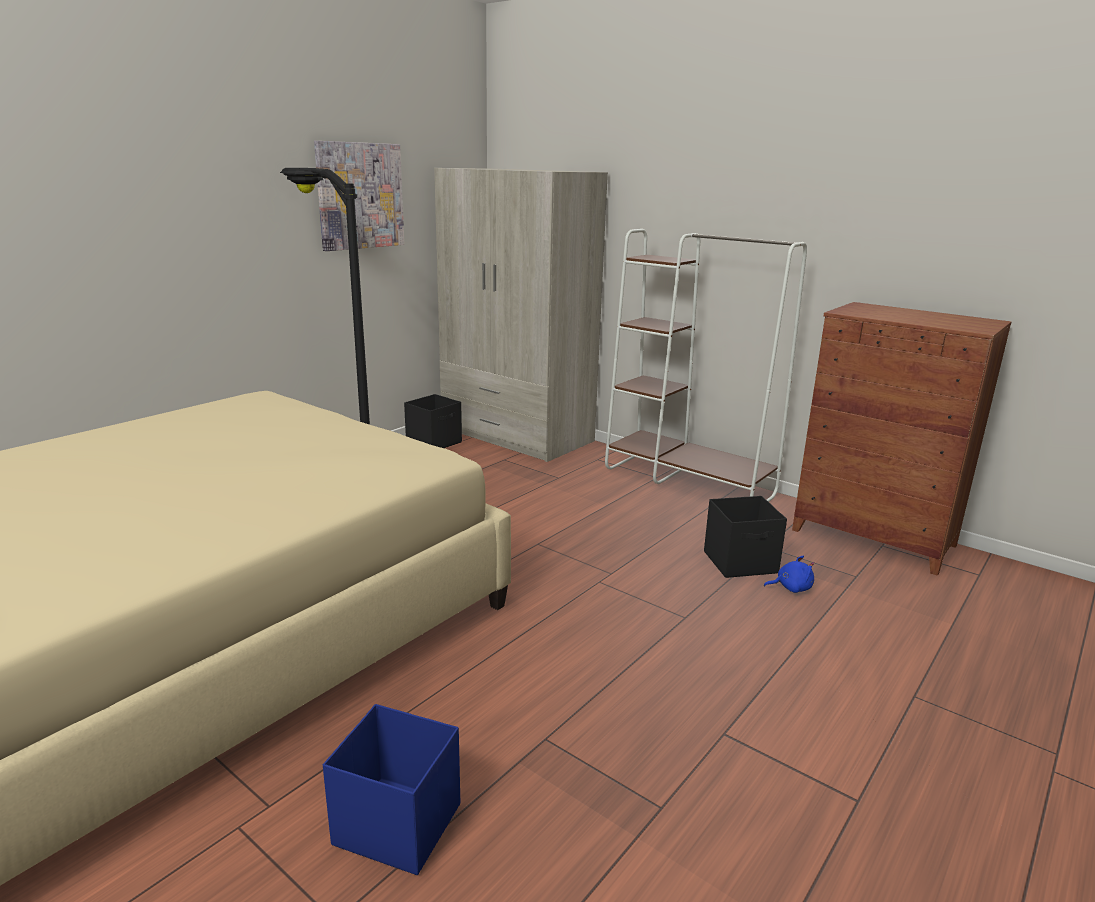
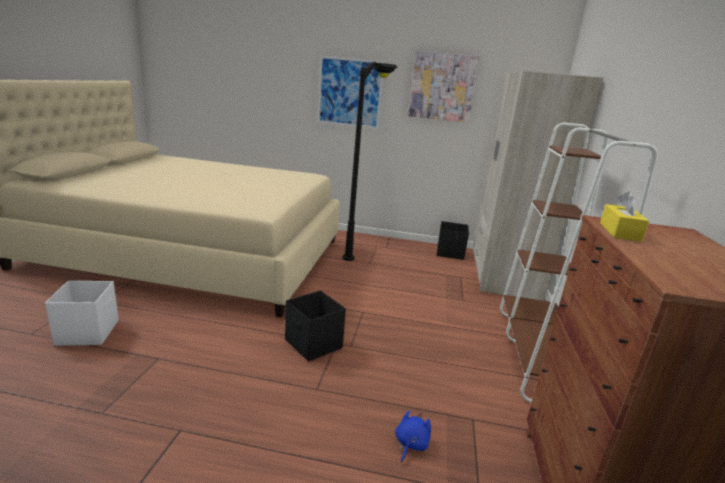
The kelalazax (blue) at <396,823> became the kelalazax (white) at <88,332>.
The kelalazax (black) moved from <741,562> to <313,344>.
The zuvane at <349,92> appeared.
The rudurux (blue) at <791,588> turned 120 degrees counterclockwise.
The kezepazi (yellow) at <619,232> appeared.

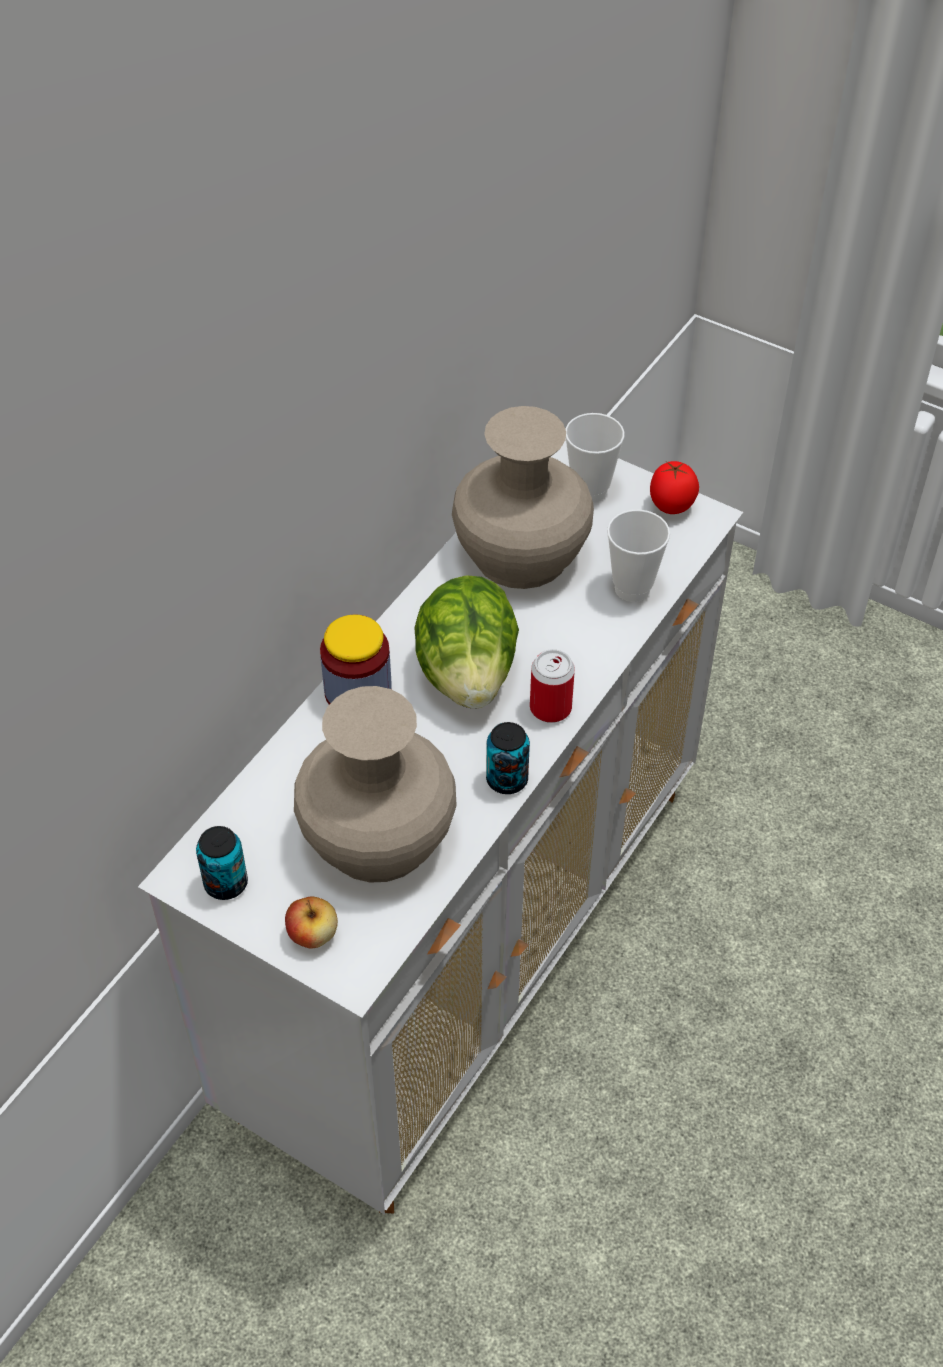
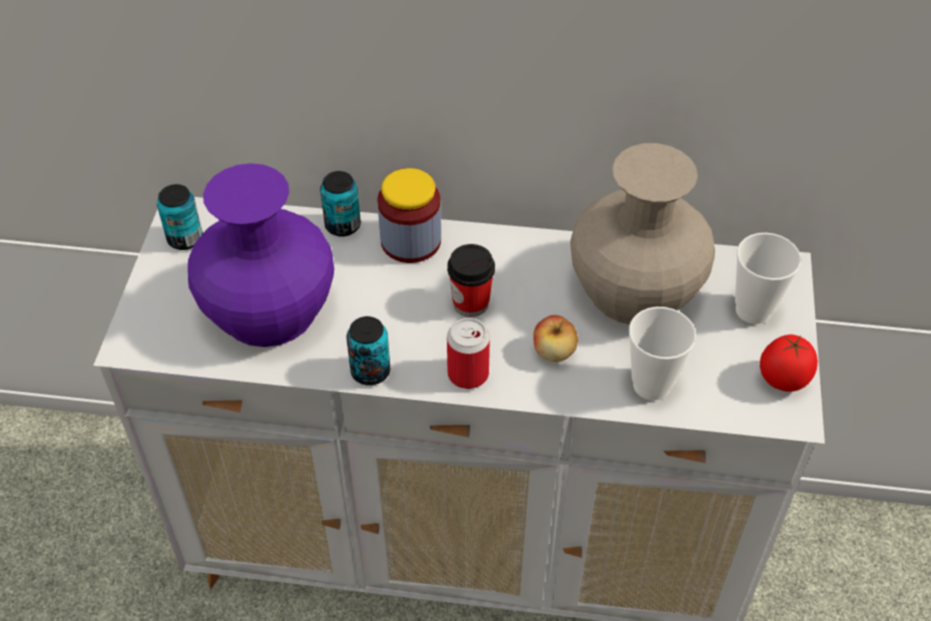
The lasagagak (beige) at <378,837> became the lasagagak (purple) at <269,309>.
The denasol at <343,225> appeared.
The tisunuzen at <467,674> was replaced by the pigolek at <470,303>.
The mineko moved from <313,935> to <554,352>.

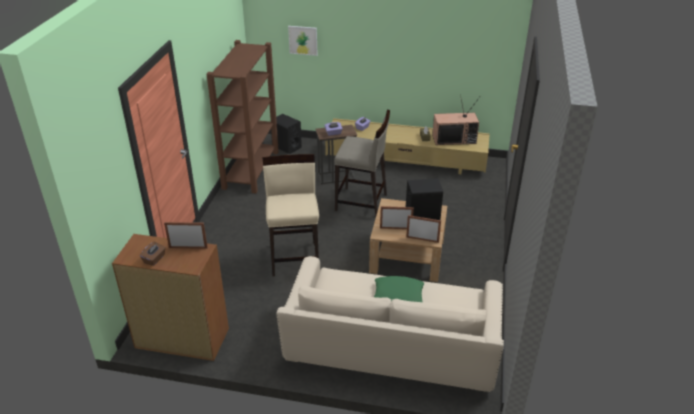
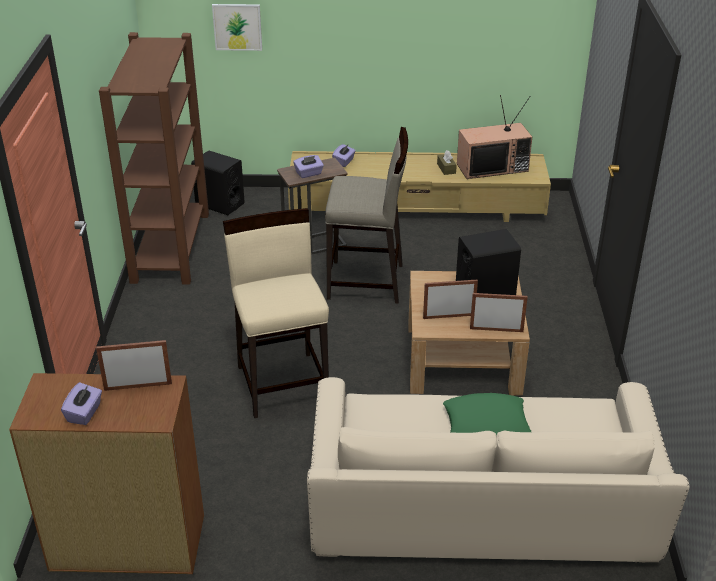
The kezepazi (brown) at <154,259> became the kezepazi (purple) at <84,413>.

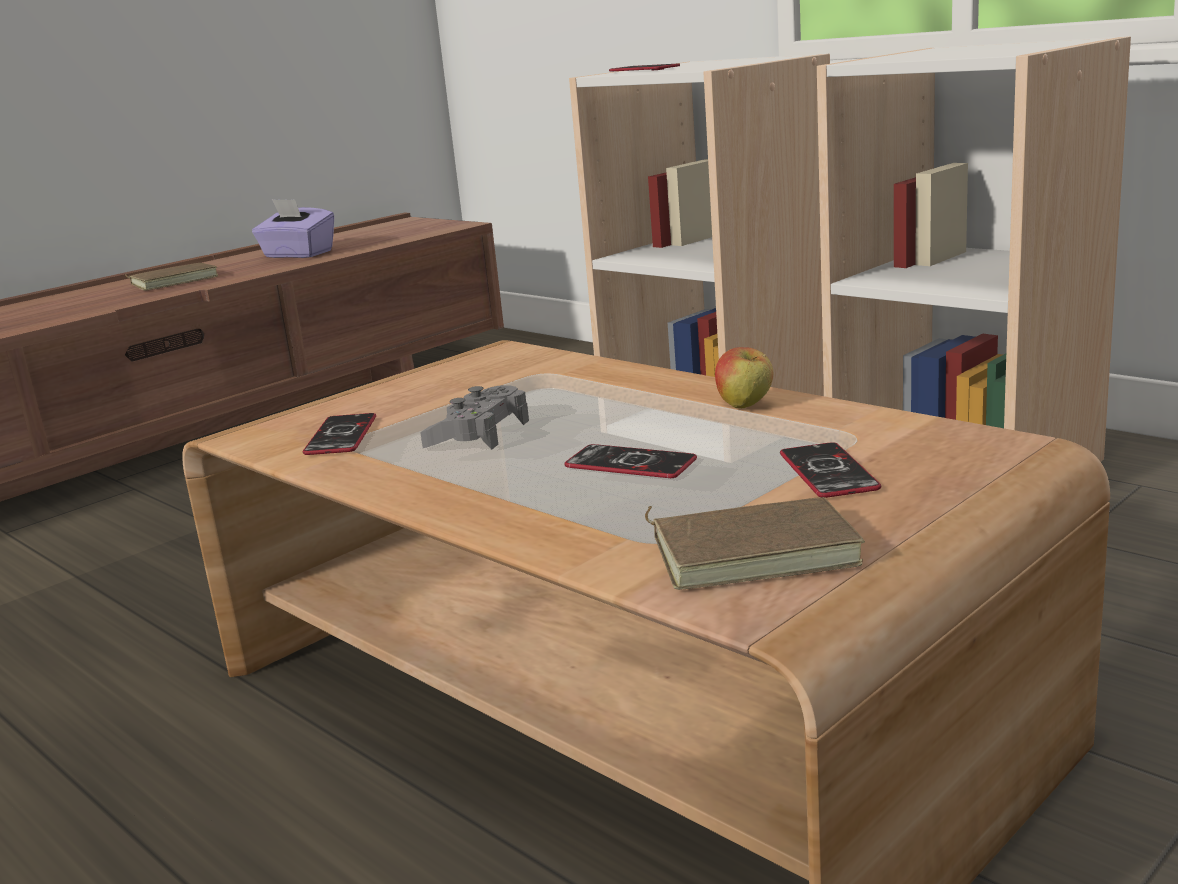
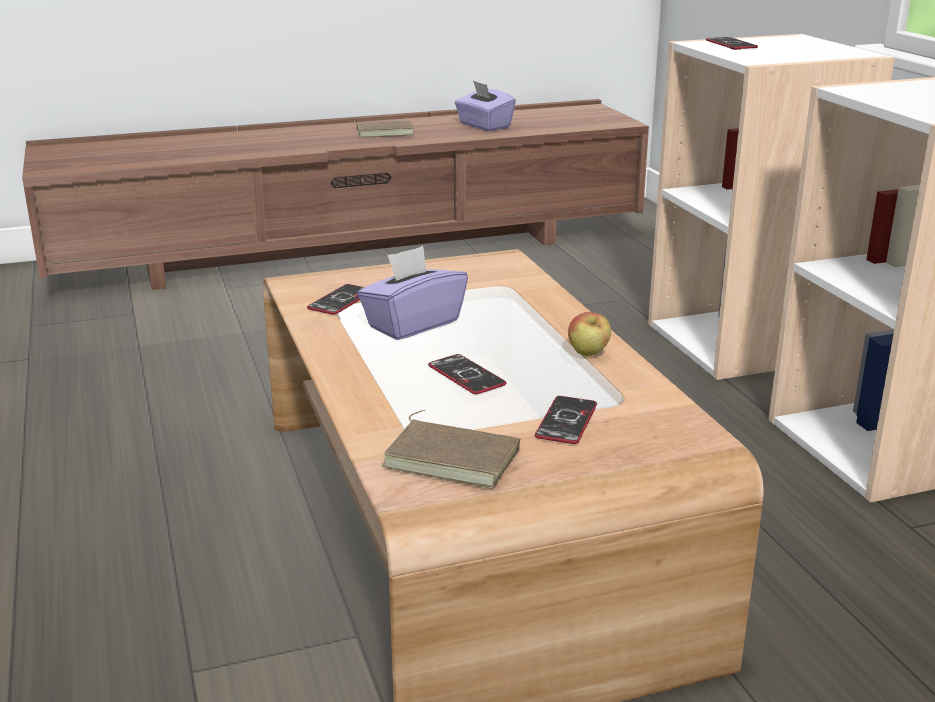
The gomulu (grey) at <478,434> was replaced by the kezepazi (purple) at <412,324>.

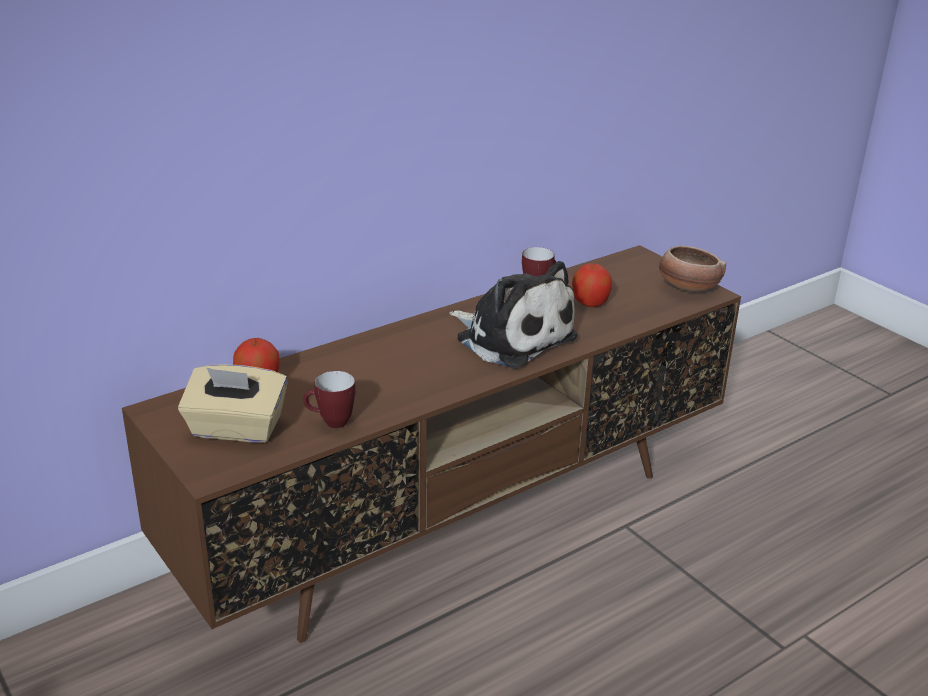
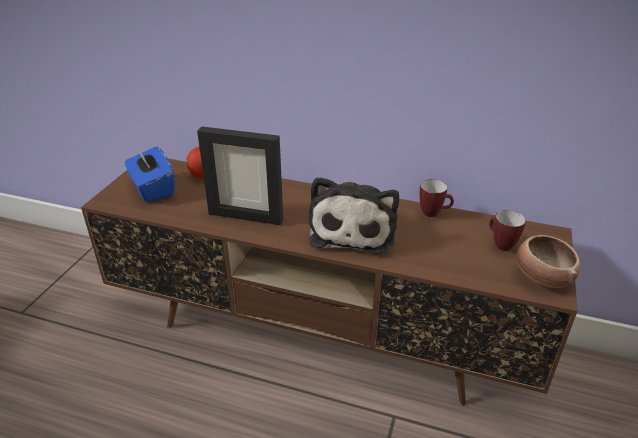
The kezepazi (beige) at <236,429> became the kezepazi (blue) at <152,189>.
The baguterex at <246,216> appeared.
The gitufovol moved from <330,423> to <500,244>.
The mineko at <590,303> disappeared.

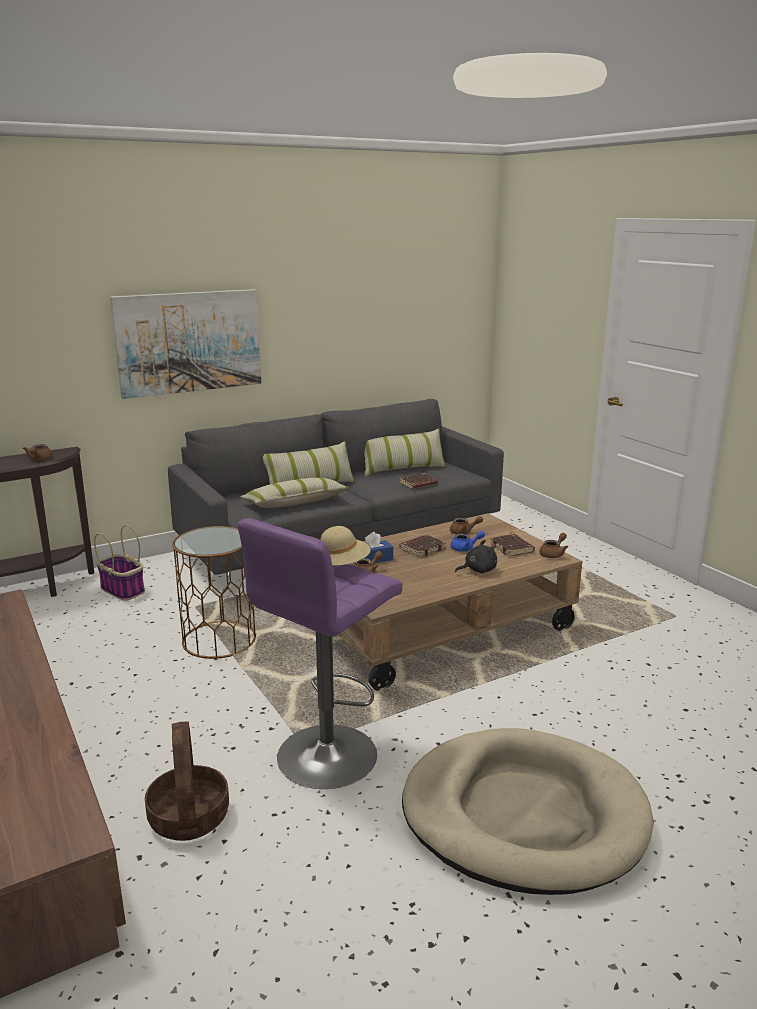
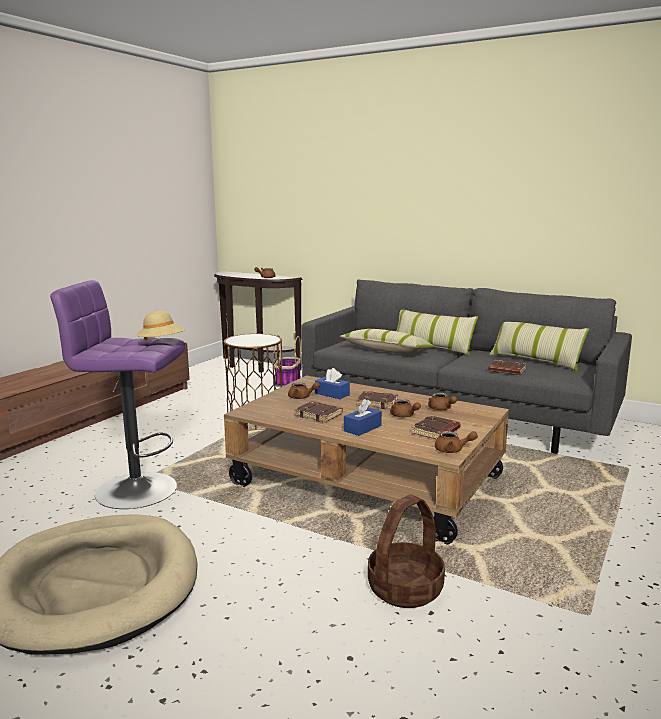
The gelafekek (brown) at <319,415> appeared.
The rudurux (black) at <478,570> was replaced by the kezepazi (blue) at <362,428>.
The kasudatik moved from <189,817> to <405,589>.
The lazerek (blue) at <465,548> became the lazerek (brown) at <404,416>.
The zuvane at <189,342> disappeared.

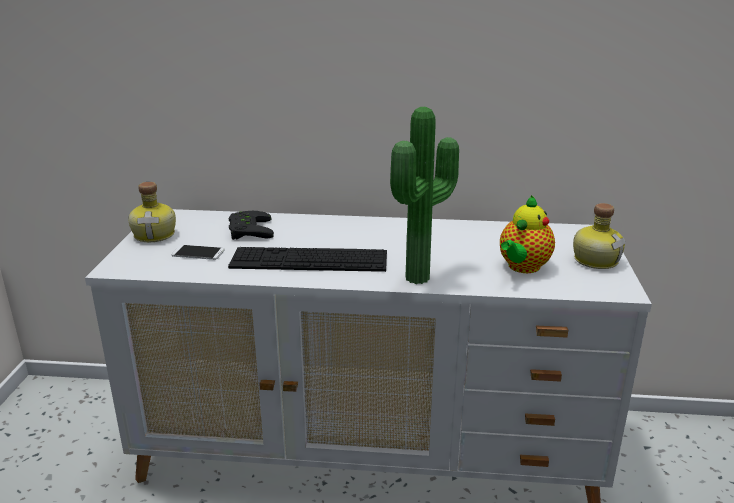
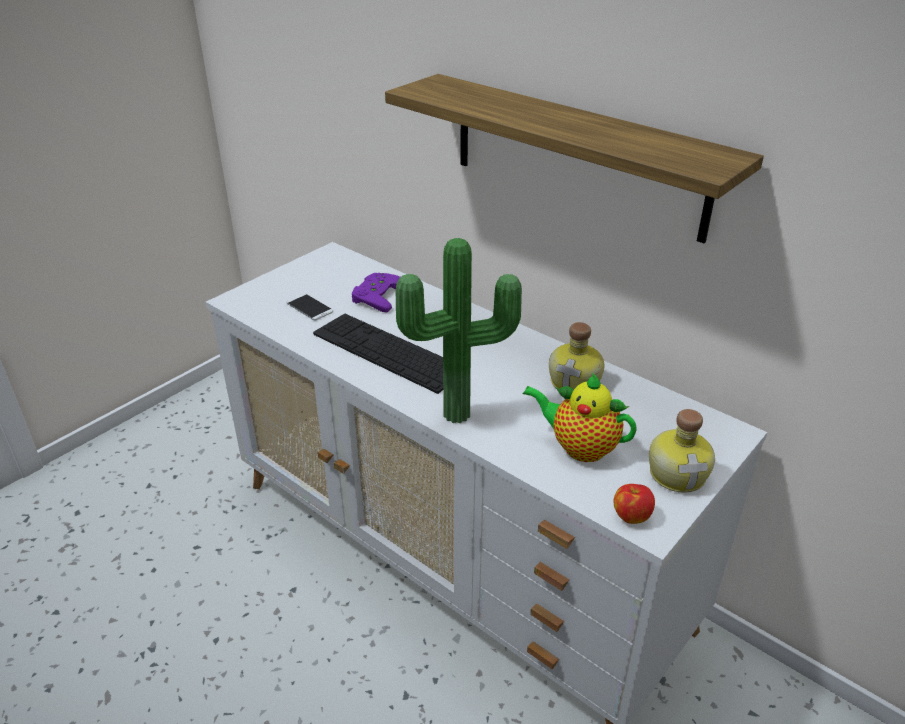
The gomulu (black) at <247,230> became the gomulu (purple) at <377,295>.
The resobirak at <576,155> appeared.
The lazerek at <522,267> turned 45 degrees clockwise.
The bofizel moved from <156,235> to <576,382>.
The mineko at <631,516> appeared.

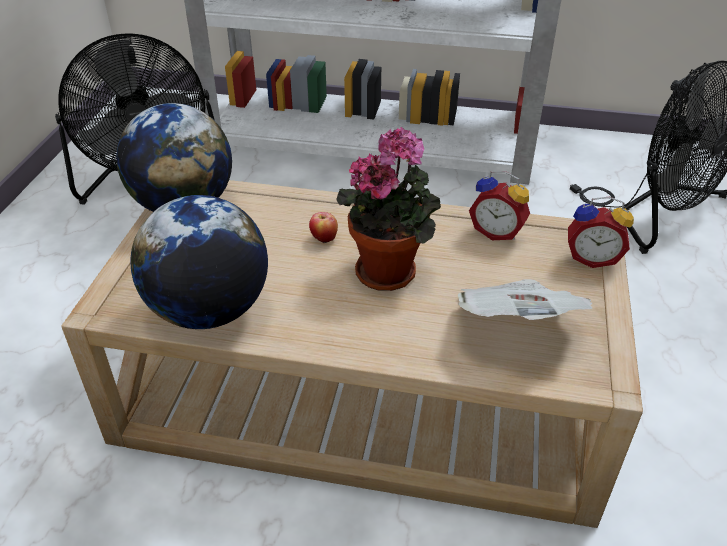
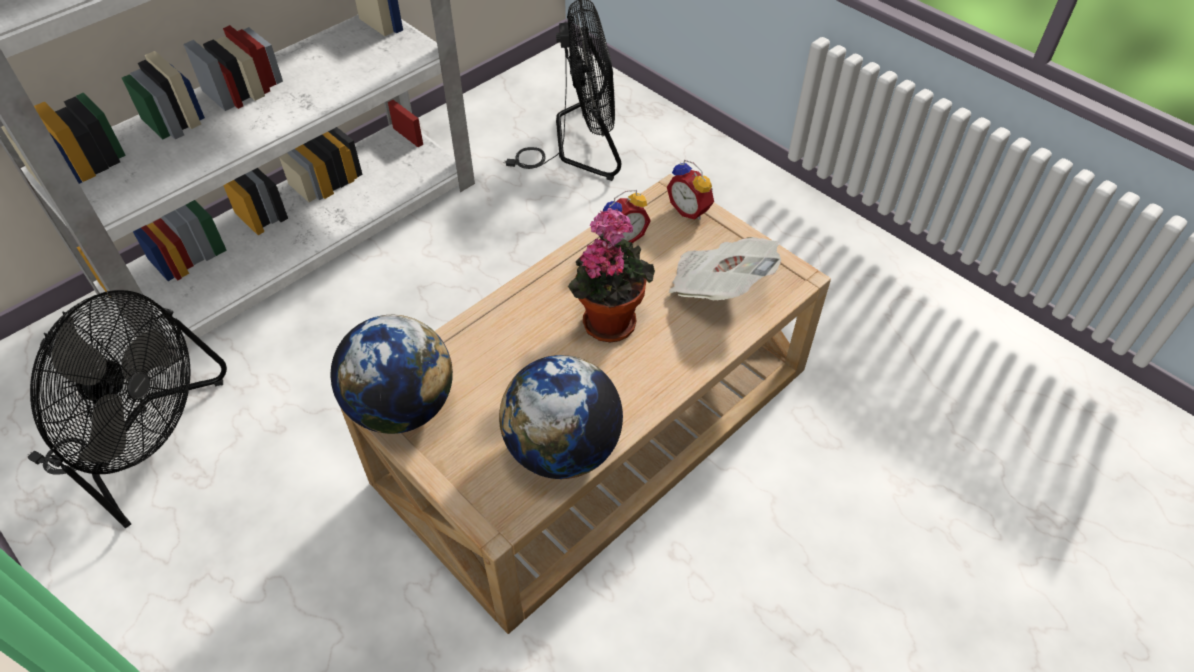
The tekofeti at <592,258> turned 90 degrees clockwise.
The mineko at <324,239> disappeared.

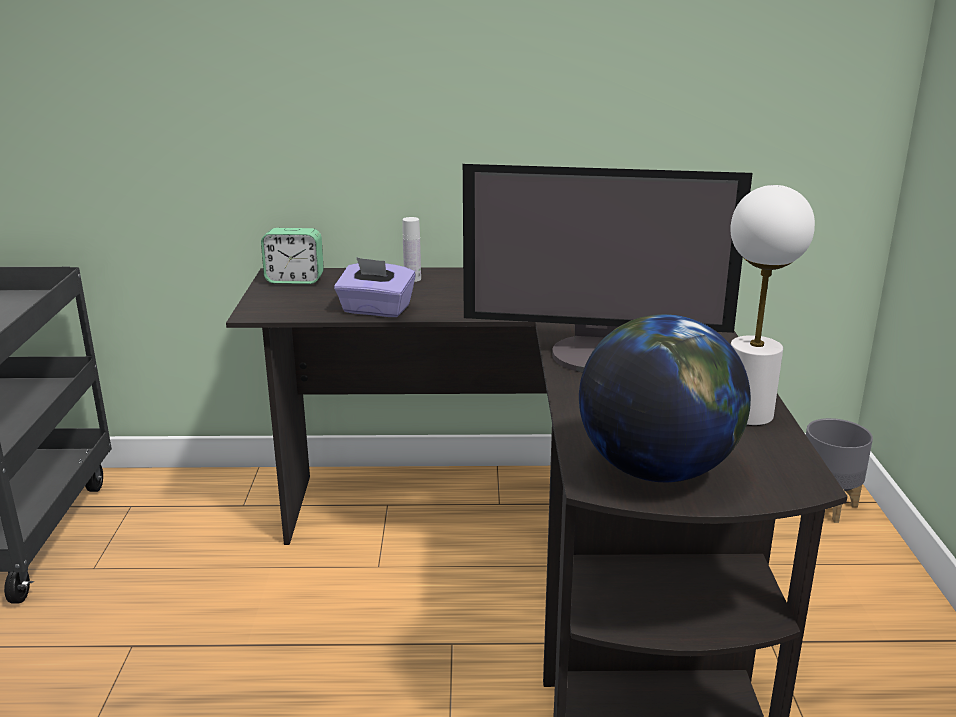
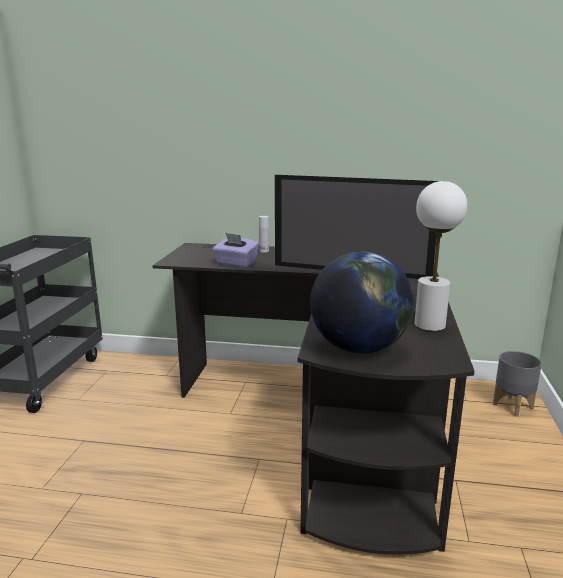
The tekofeti at <295,280> disappeared.

